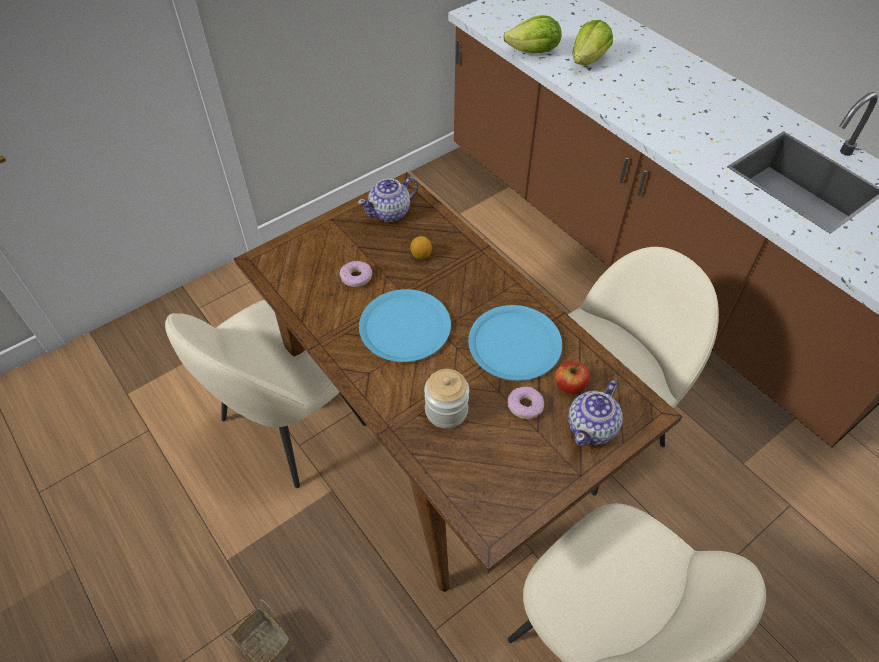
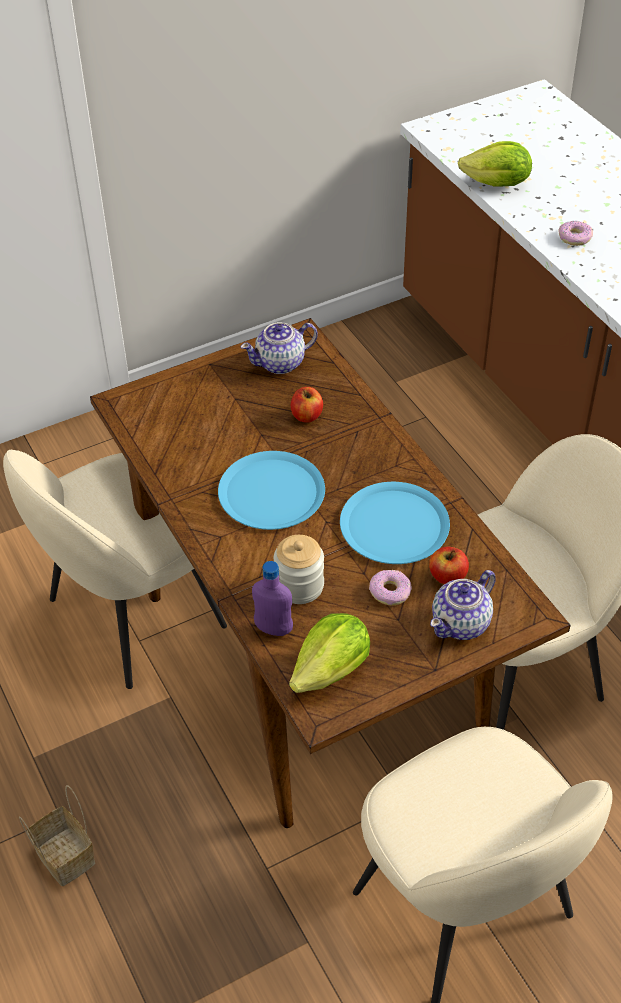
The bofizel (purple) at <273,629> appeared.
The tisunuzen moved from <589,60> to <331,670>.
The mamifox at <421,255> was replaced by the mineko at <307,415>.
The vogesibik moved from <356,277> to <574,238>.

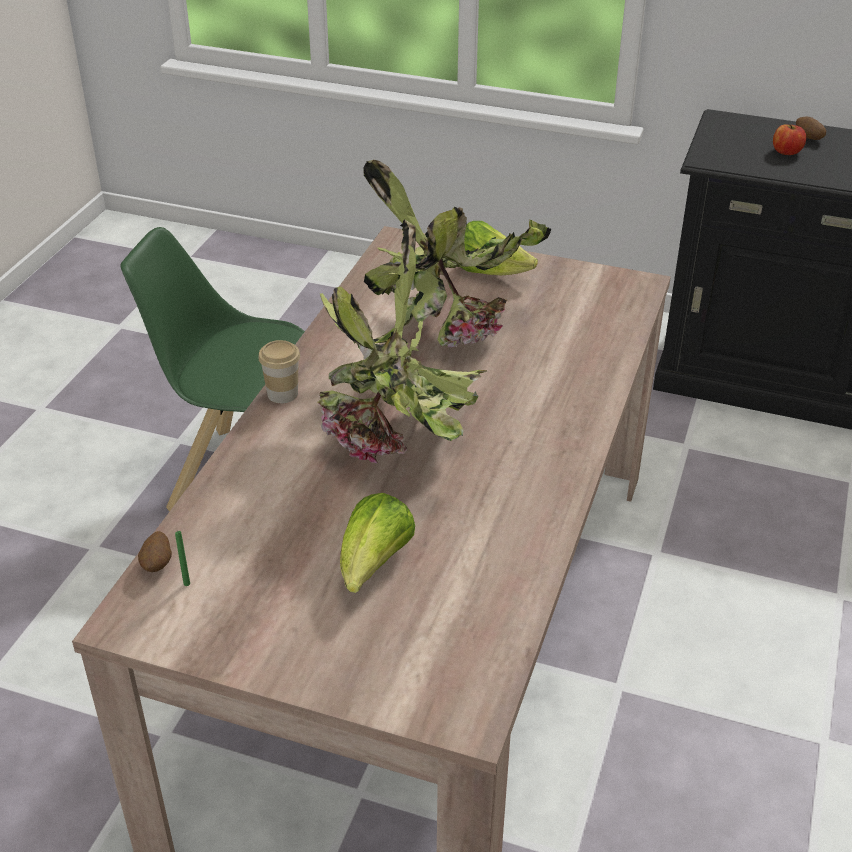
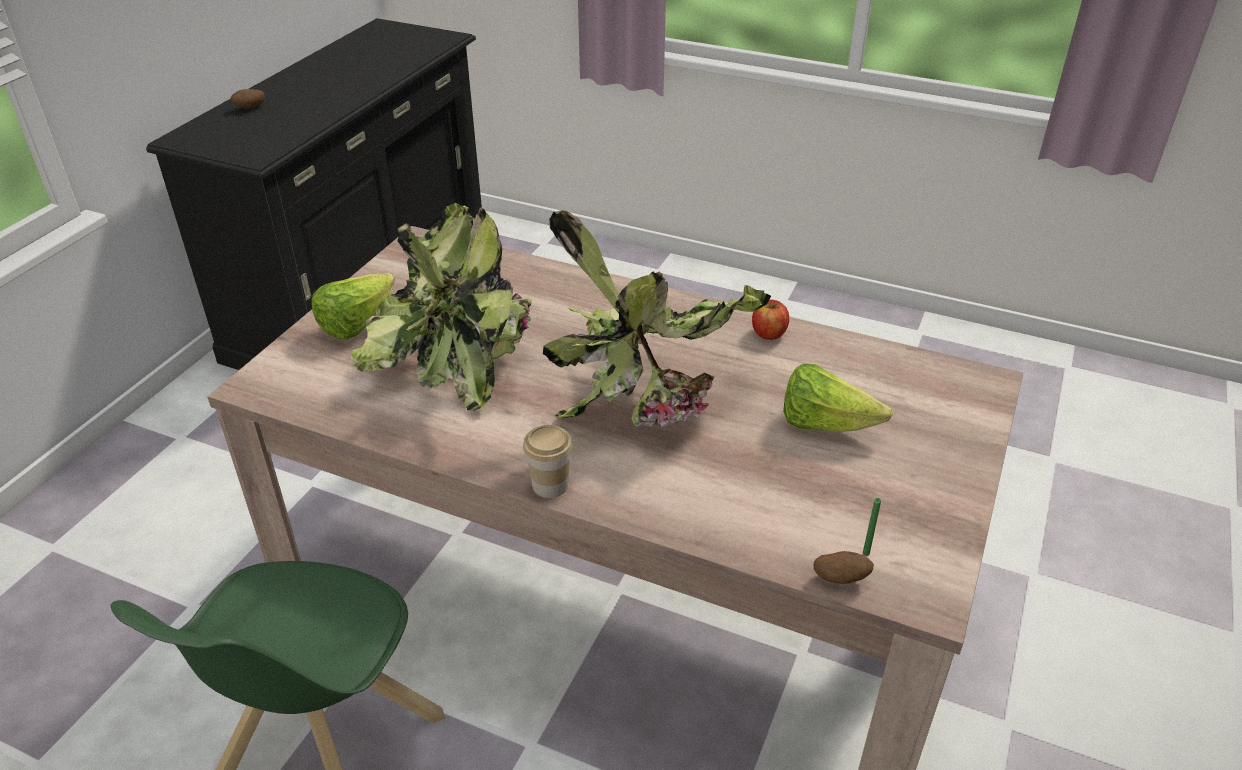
The mineko moved from <786,152> to <768,333>.

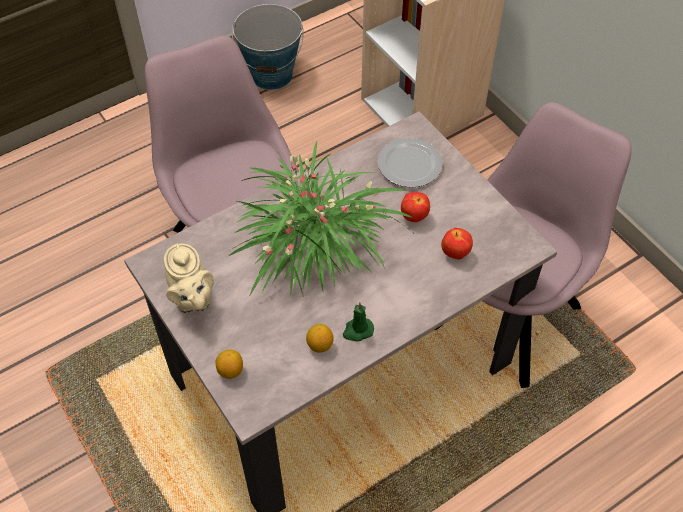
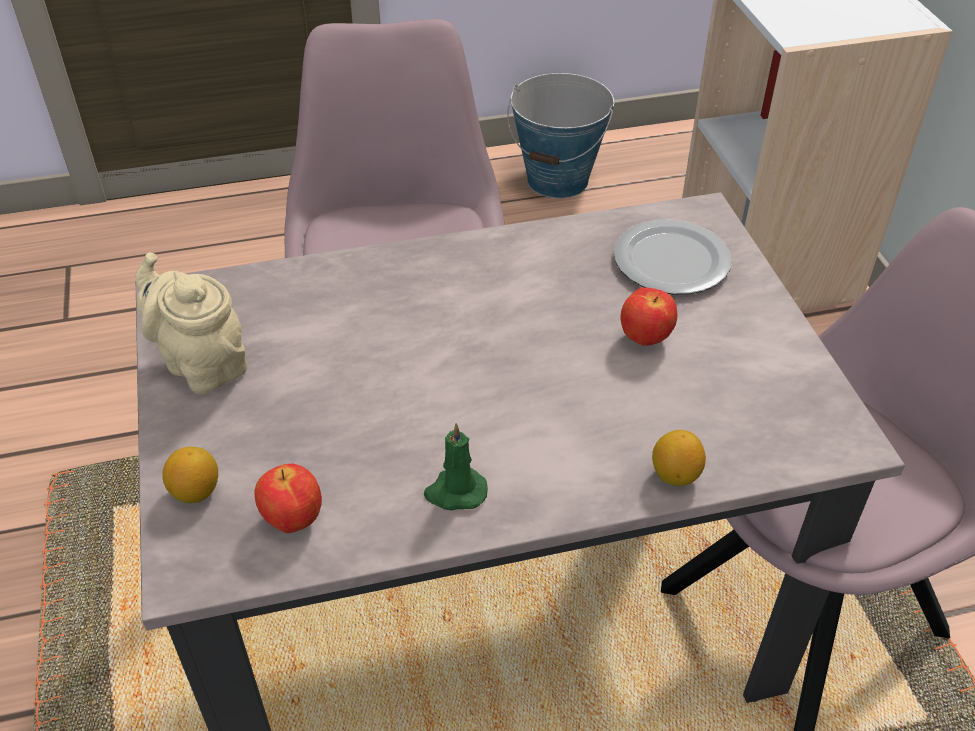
The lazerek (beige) at <192,299> turned 135 degrees clockwise.
The mineko moved from <455,253> to <292,520>.
The mamifox moved from <319,345> to <675,475>.
The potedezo at <313,245> disappeared.

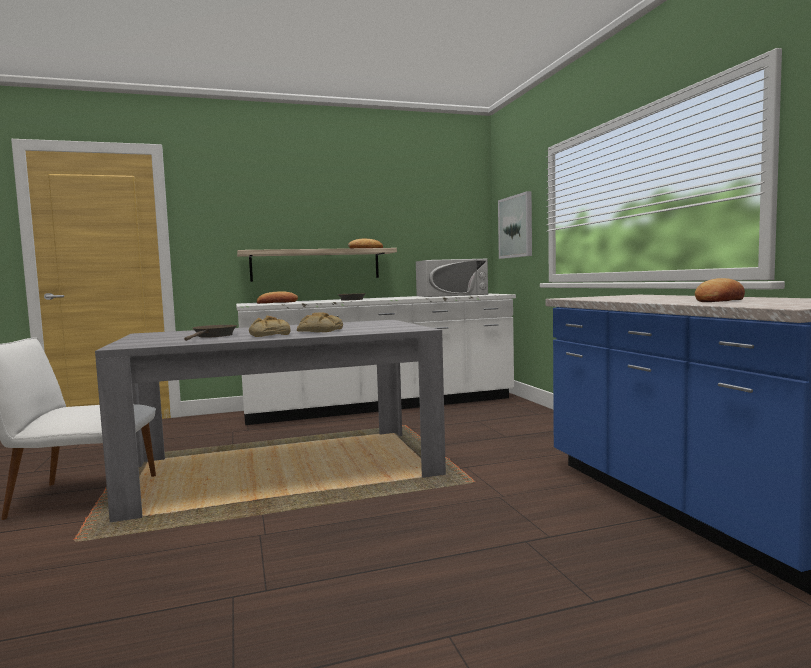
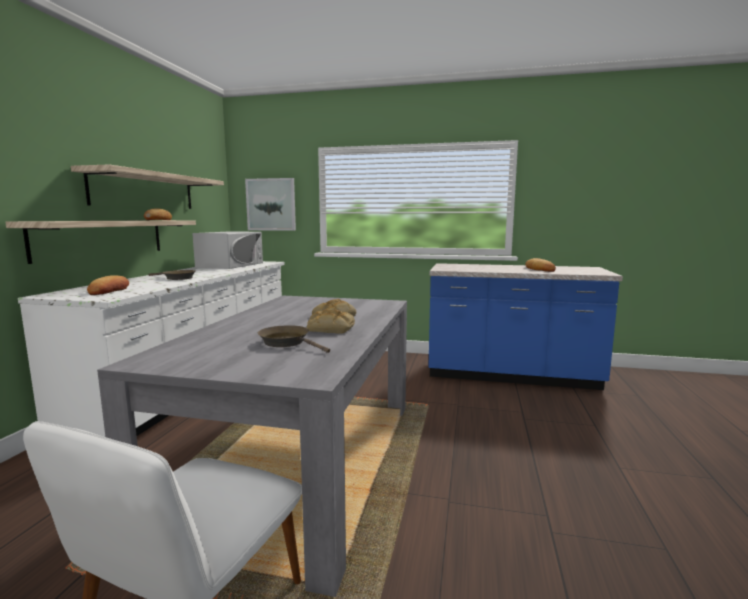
The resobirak at <145,191> appeared.

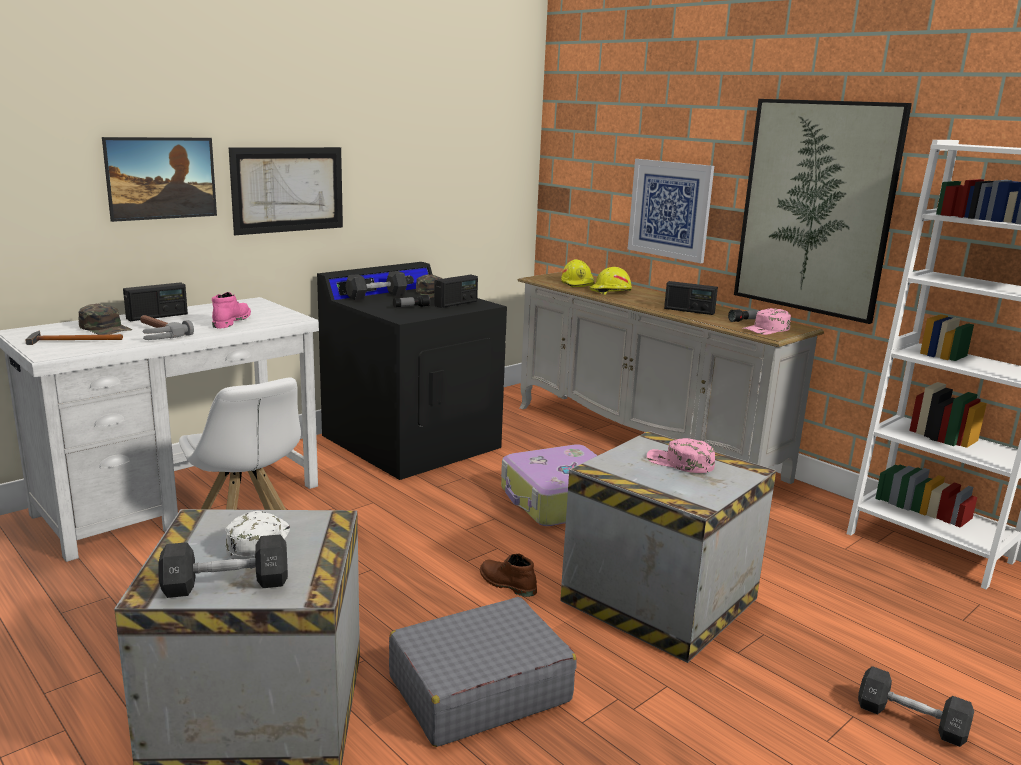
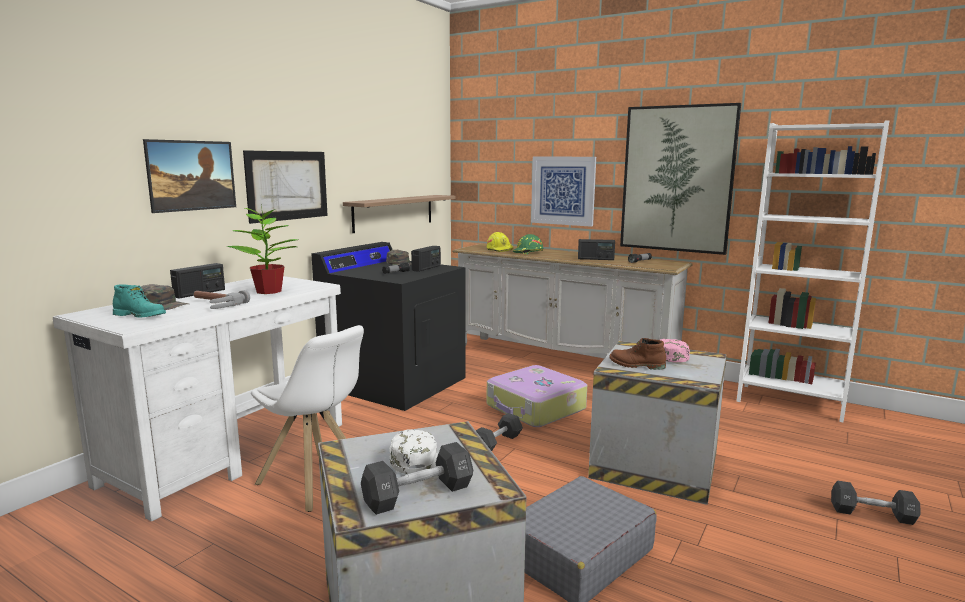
The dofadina at <71,340> was replaced by the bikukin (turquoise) at <140,316>.
The bikukin (pink) at <231,321> was replaced by the potedezo at <269,291>.
The resobirak at <394,212> appeared.
The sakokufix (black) moved from <376,296> to <497,443>.
The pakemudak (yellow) at <610,291> became the pakemudak (green) at <528,252>.
The bikukin (brown) moved from <506,584> to <636,365>.
The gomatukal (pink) at <766,329> disappeared.

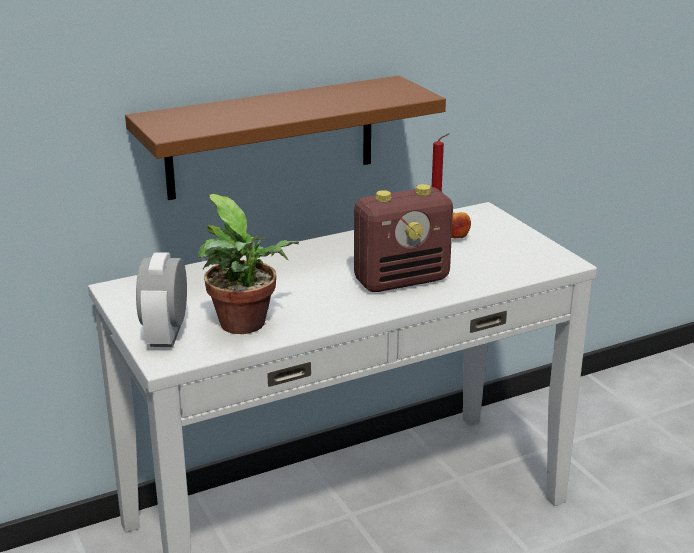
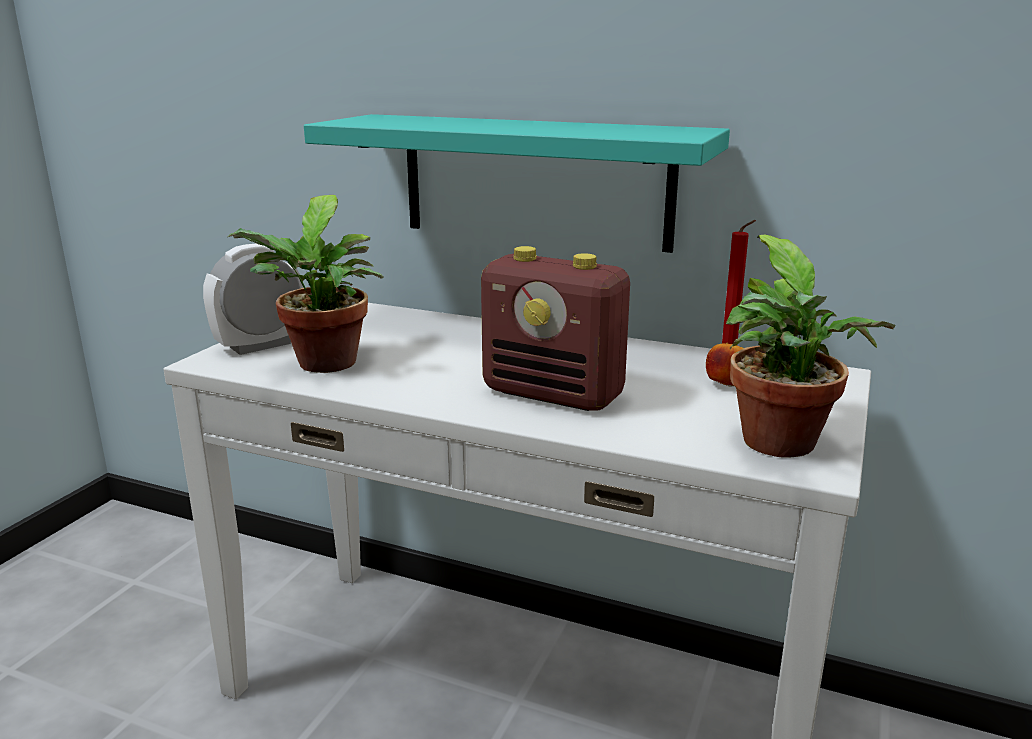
The resobirak (brown) at <271,137> became the resobirak (turquoise) at <535,181>.
The potedezo at <783,447> appeared.

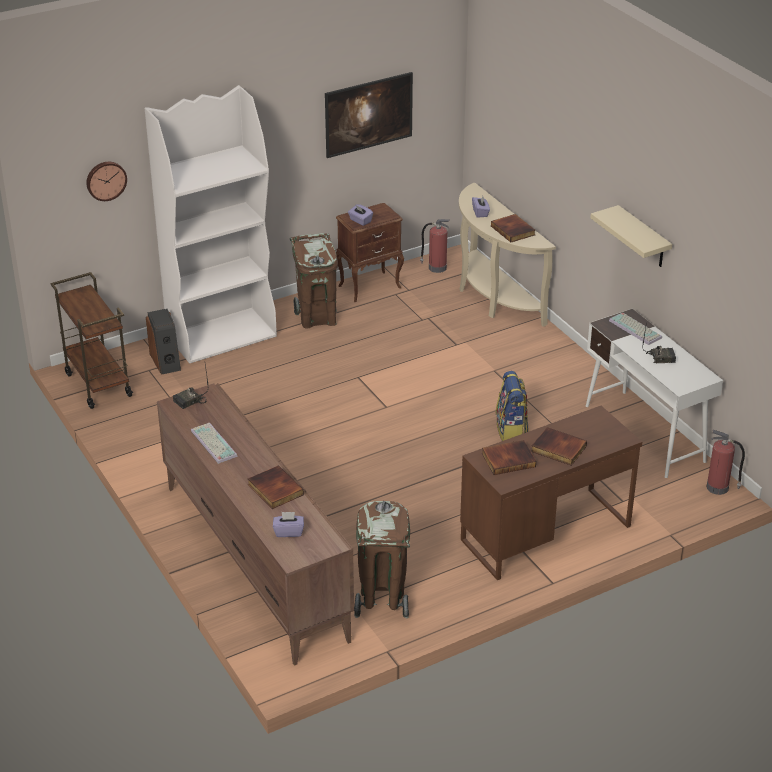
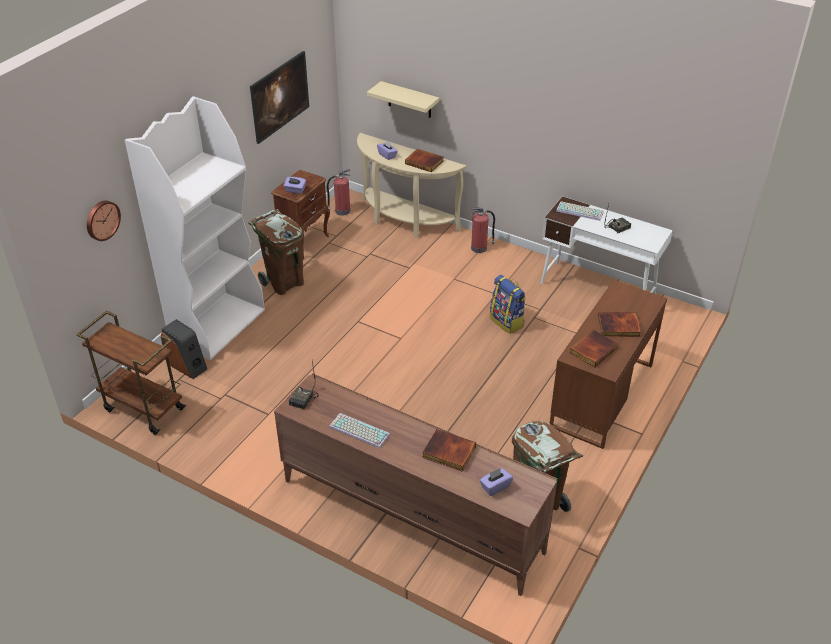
The resobirak (beige) moved from <643,238> to <409,100>.
The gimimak moved from <718,487> to <480,248>.

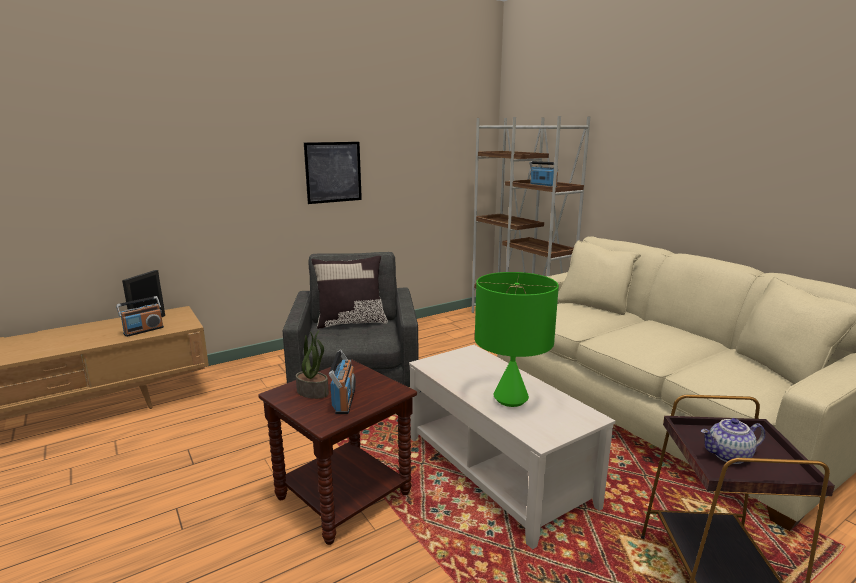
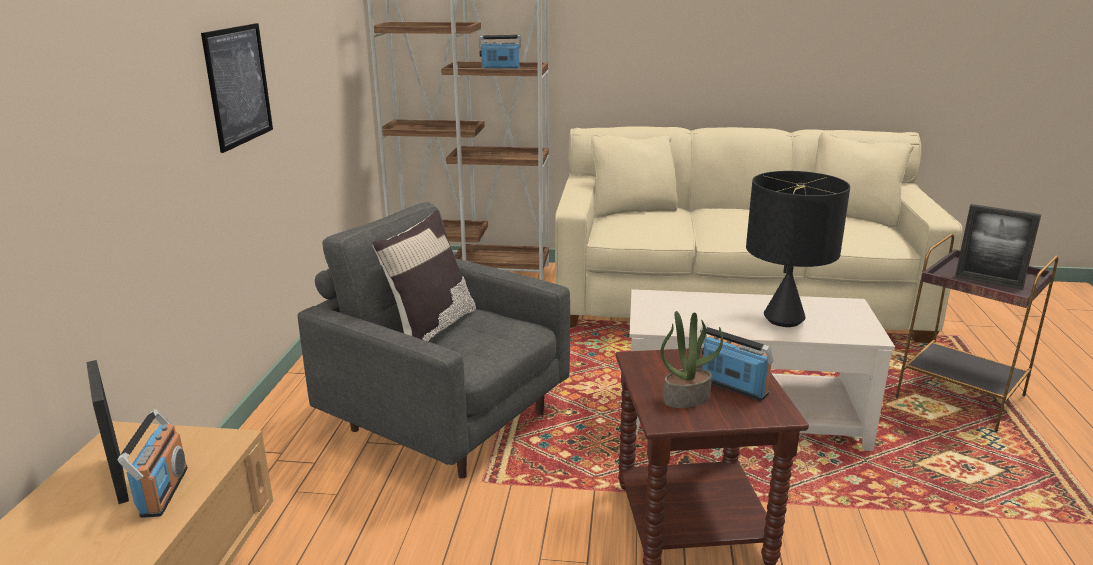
The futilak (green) at <510,400> became the futilak (black) at <784,320>.
The lazerek at <729,456> was replaced by the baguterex at <988,282>.

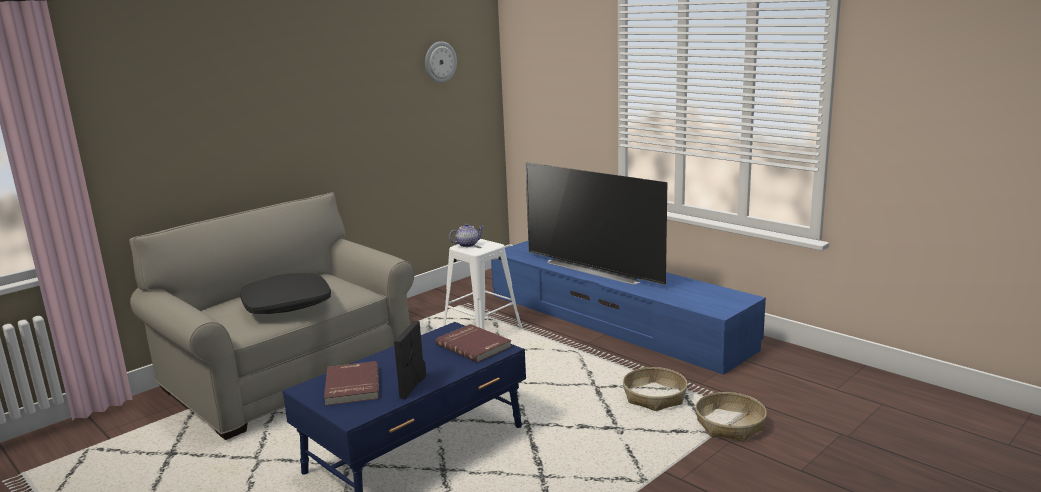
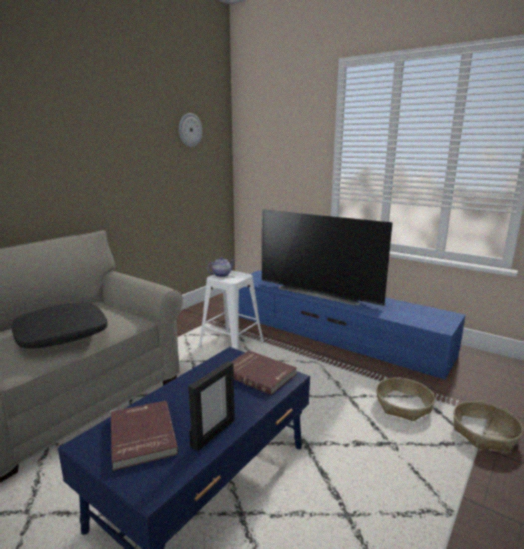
The baguterex at <413,386> turned 150 degrees counterclockwise.

